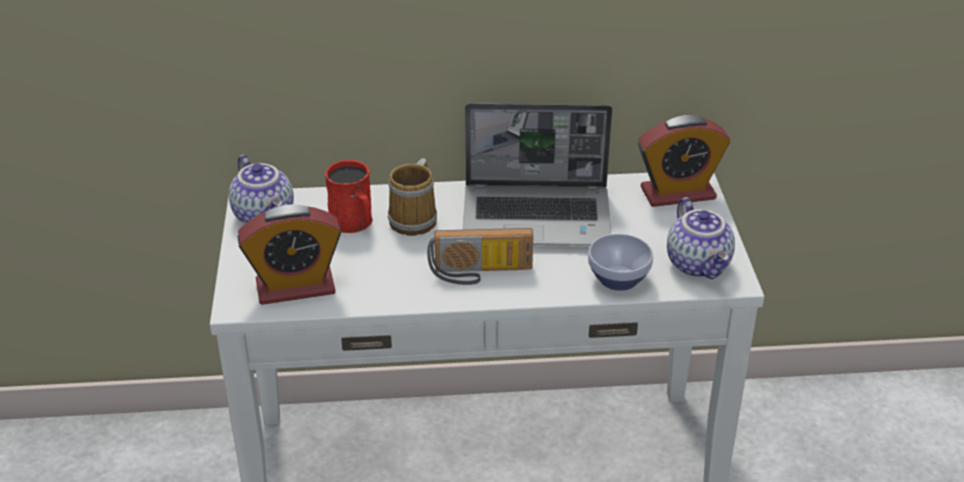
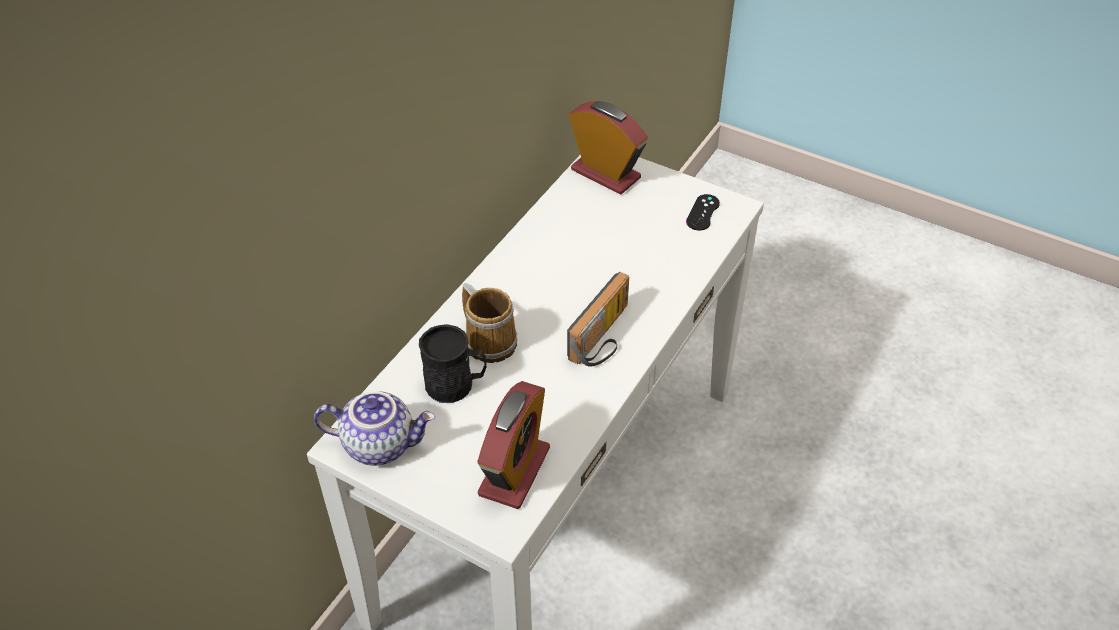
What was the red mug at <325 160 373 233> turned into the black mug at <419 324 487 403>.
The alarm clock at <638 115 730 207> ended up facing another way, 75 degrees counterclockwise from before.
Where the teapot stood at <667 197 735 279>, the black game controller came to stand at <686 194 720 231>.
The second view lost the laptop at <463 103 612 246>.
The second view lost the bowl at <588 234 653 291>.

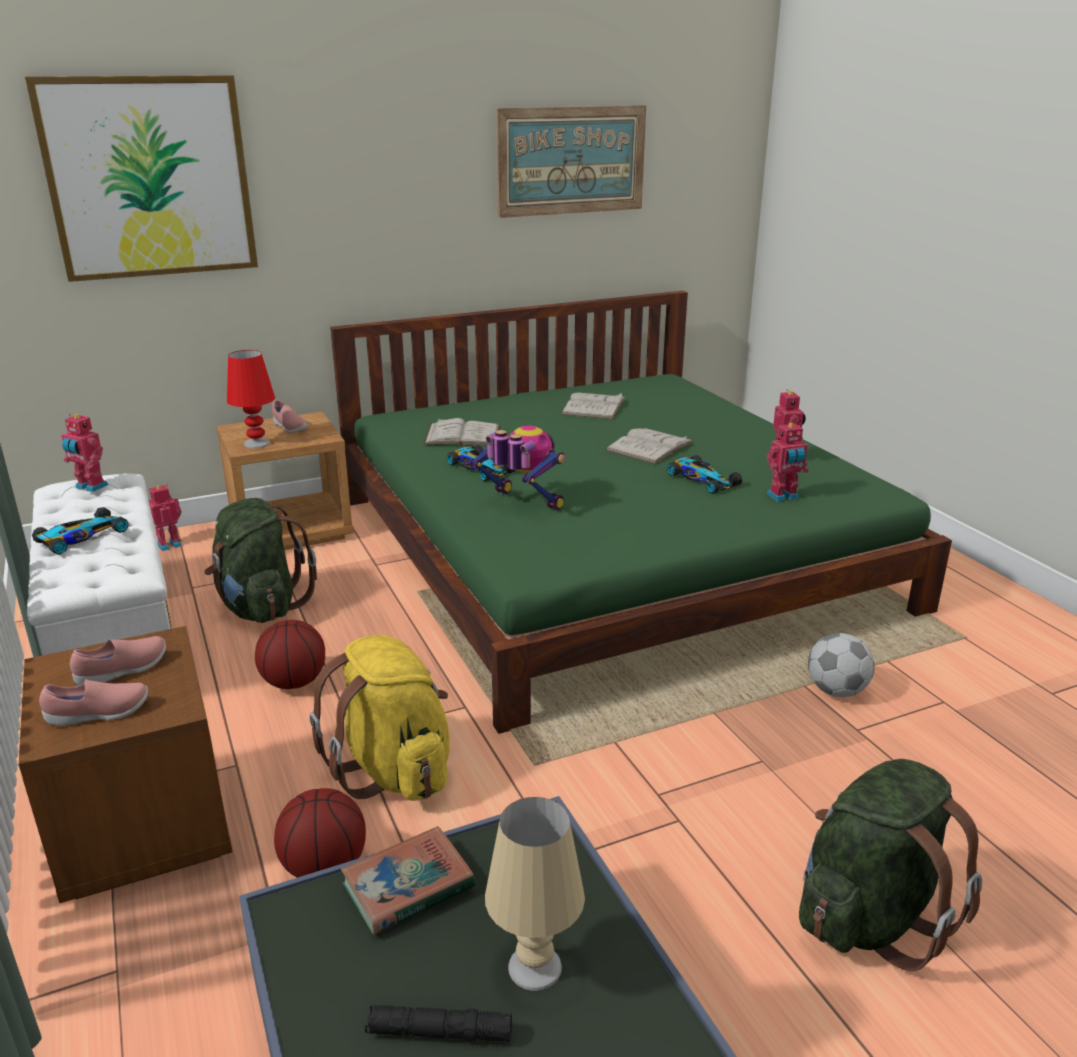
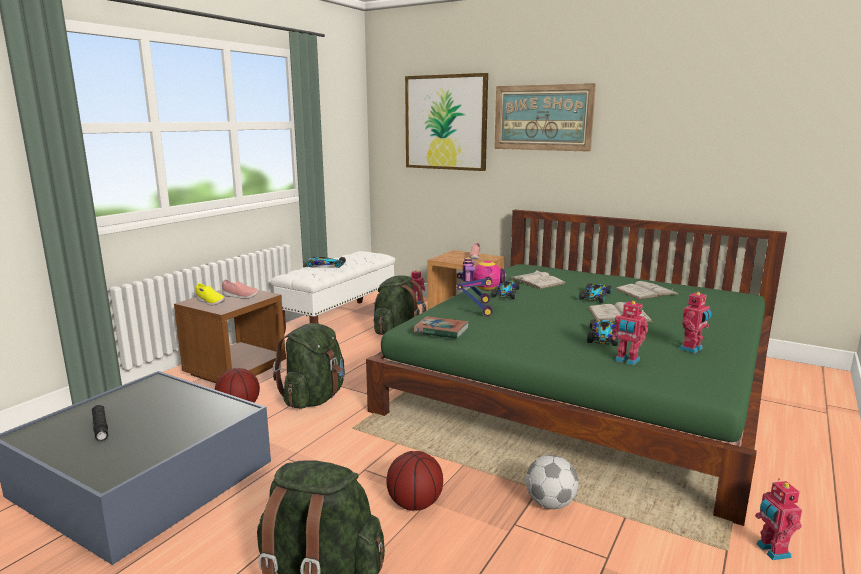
What was the pink shoe at <39 680 148 726> turned into the yellow shoe at <196 283 225 305>.
What was the yellow backpack at <309 635 449 801> turned into the green backpack at <273 323 345 409>.
The basketball ended up elsewhere, having gone from <255 620 325 689> to <387 451 443 511>.
The book ended up elsewhere, having gone from <341 826 475 935> to <414 316 469 339>.
The picture ended up elsewhere, having gone from <496 105 646 218> to <494 83 596 152>.
The second view gained the toy car at <579 283 612 303>.
The toy robot ended up elsewhere, having gone from <61 414 109 492> to <755 478 802 560>.
The second view lost the red table lamp at <227 350 275 448>.
The second view lost the beige table lamp at <485 797 585 991>.

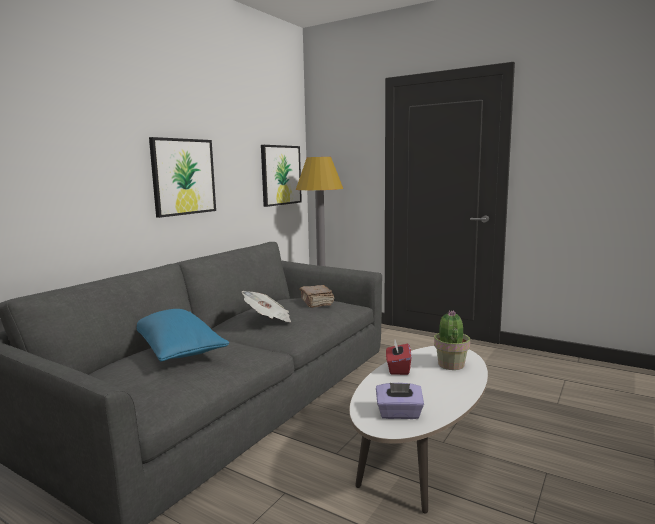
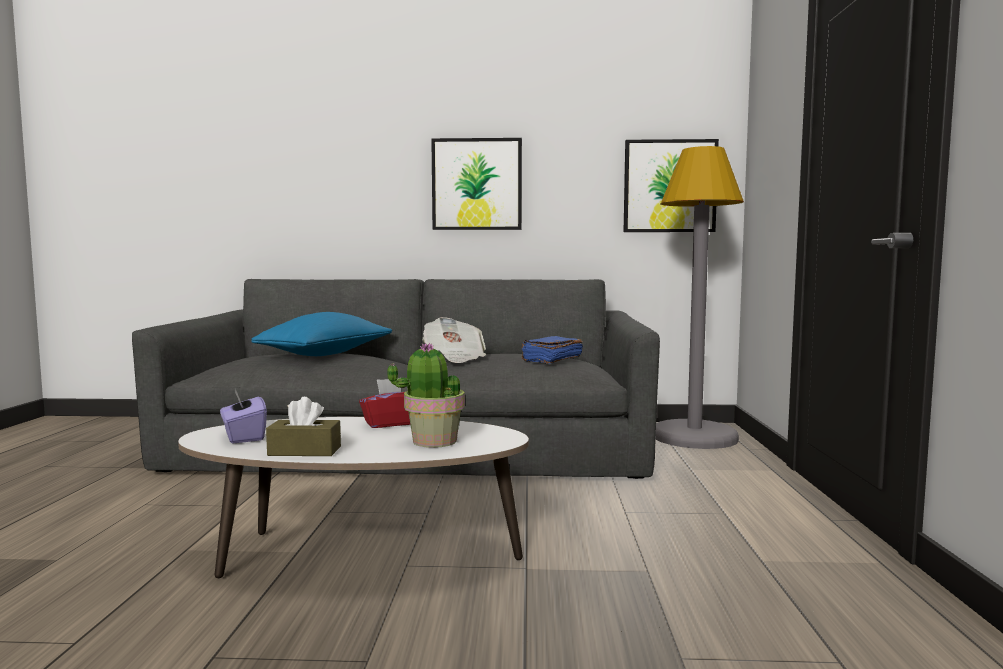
The second view gained the brown tissue box at <266 397 341 456>.
What was the brown book at <299 285 334 308> turned into the blue book at <521 336 583 364>.

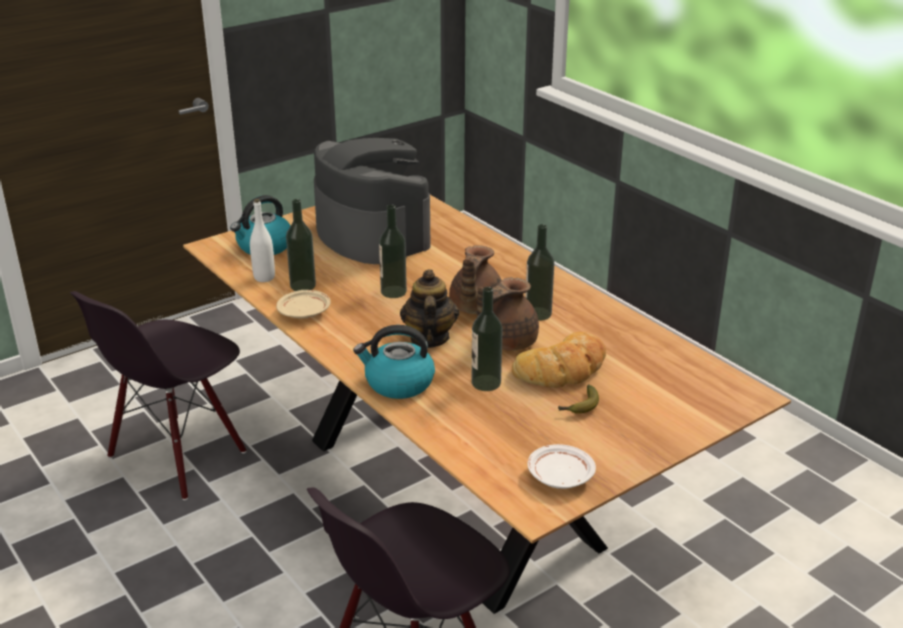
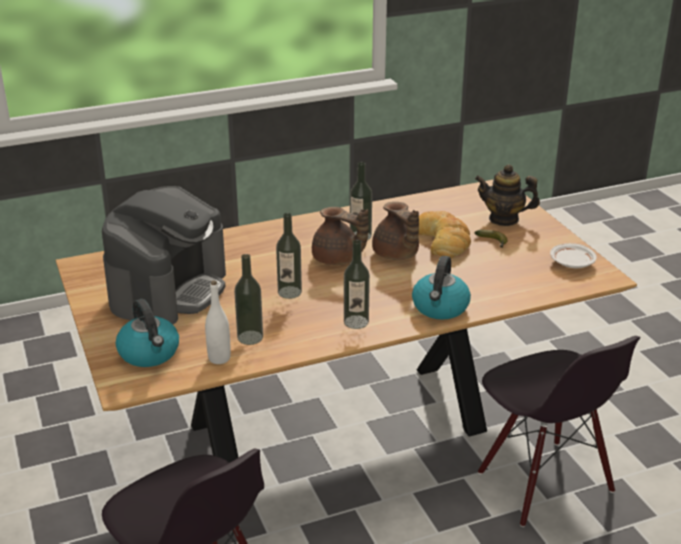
The coffee machine at <314 138 431 264> ended up facing another way, 135 degrees clockwise from before.
The bottle ended up elsewhere, having gone from <472 287 503 391> to <344 240 370 329>.
The teapot ended up elsewhere, having gone from <400 269 459 348> to <475 165 540 226>.
The second view lost the beige plate at <276 290 331 319>.

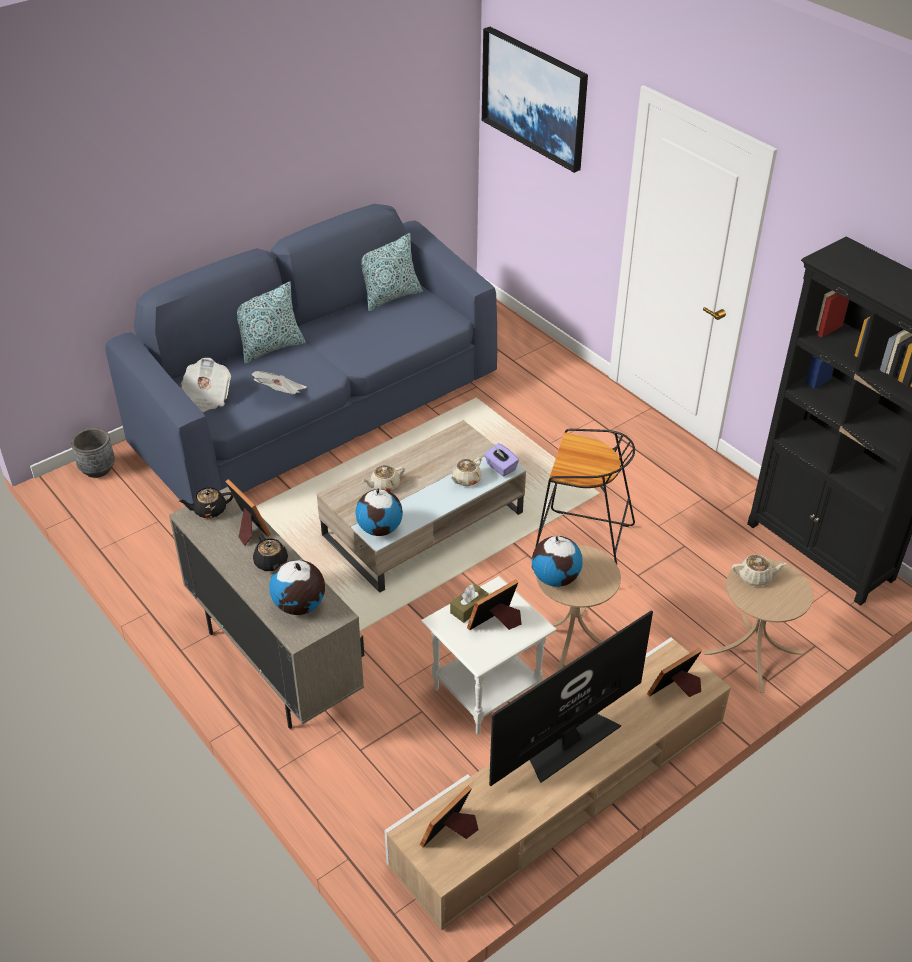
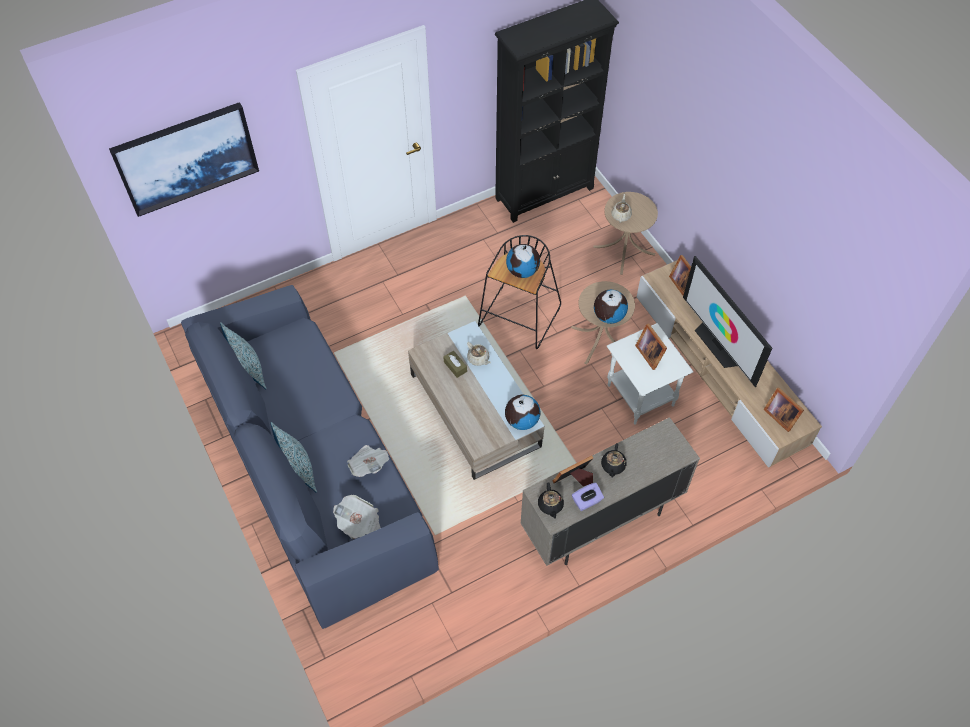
The brown tissue box ended up elsewhere, having gone from <450 584 489 623> to <444 351 467 378>.
The globe ended up elsewhere, having gone from <269 560 325 615> to <506 244 540 278>.
The purple tissue box ended up elsewhere, having gone from <484 443 519 476> to <572 482 604 511>.
The black teapot at <253 534 288 571> ended up facing another way, 120 degrees clockwise from before.
The second view lost the grey planter at <71 428 115 478>.
The second view lost the beige teapot at <362 465 405 492>.

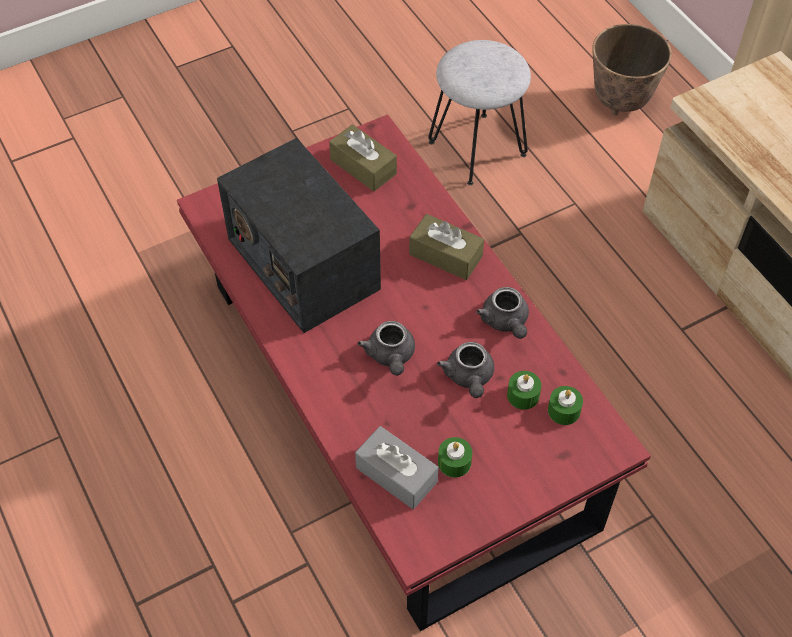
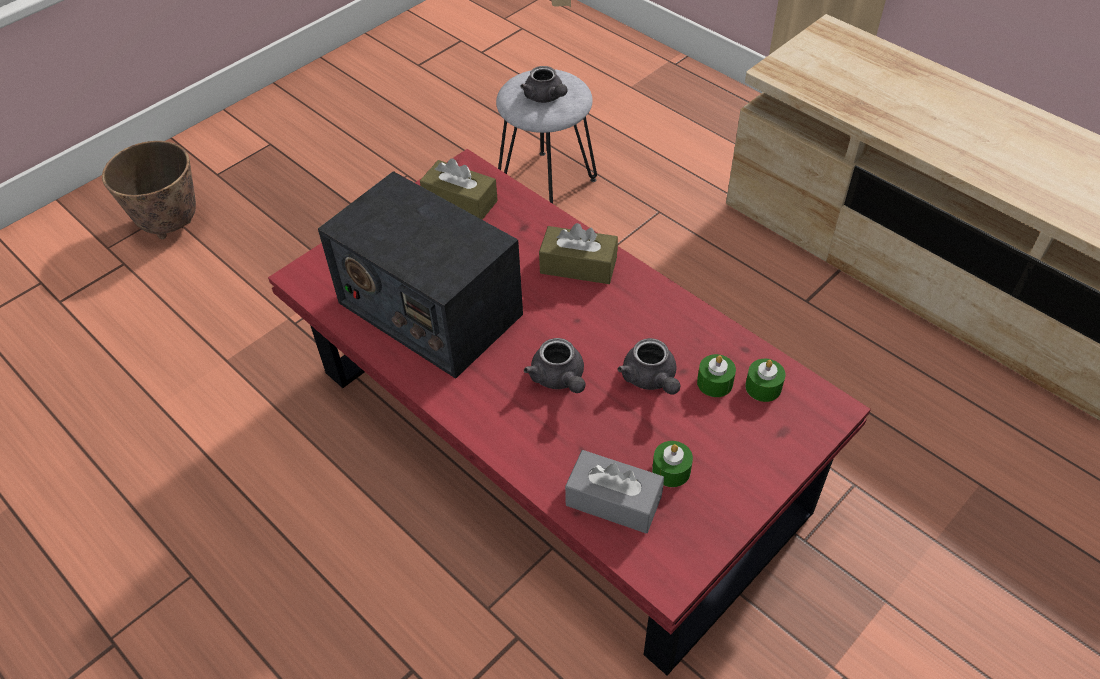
The planter ended up elsewhere, having gone from <592 24 672 115> to <102 141 196 239>.
The grey teapot ended up elsewhere, having gone from <476 287 529 339> to <520 66 567 103>.

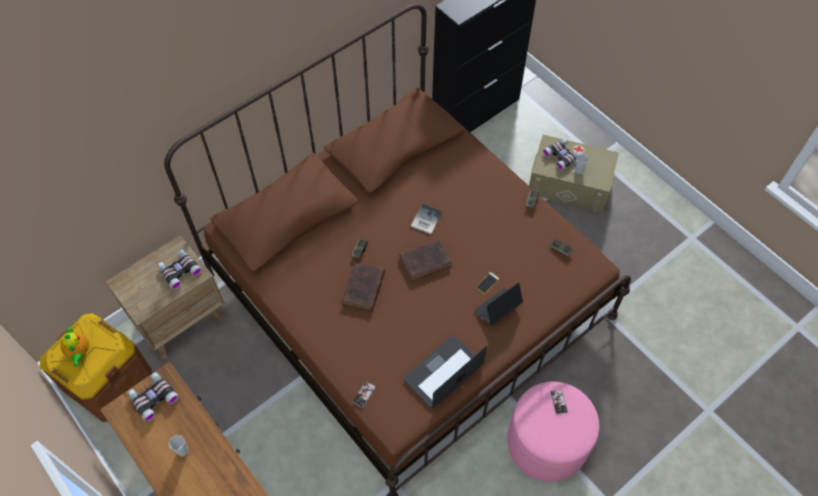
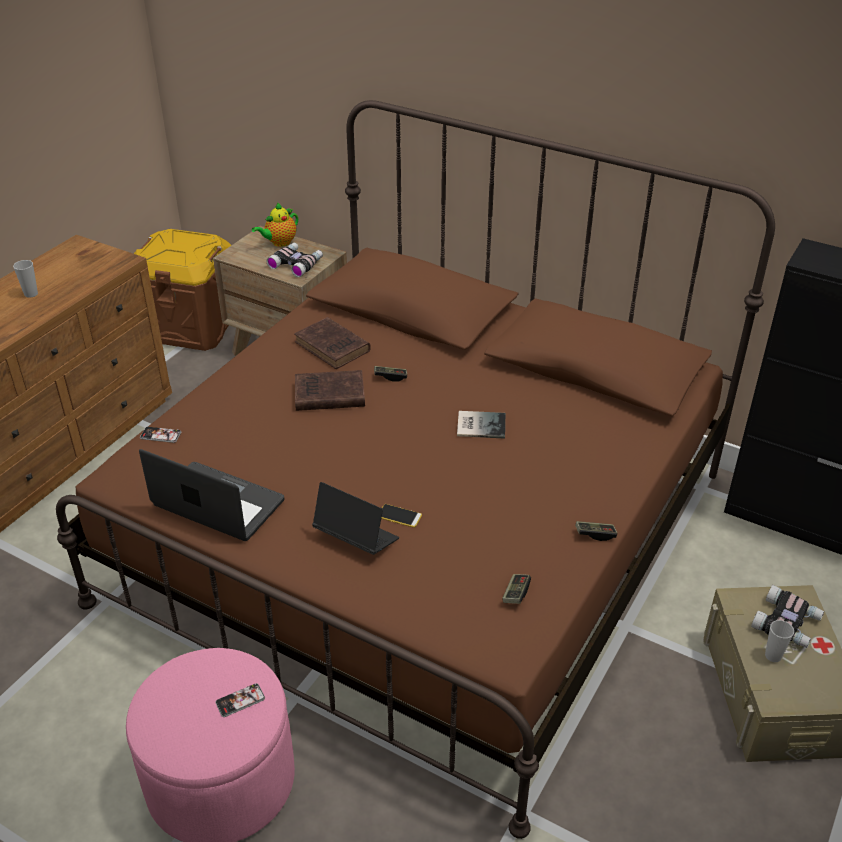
The teapot ended up elsewhere, having gone from <61 327 89 367> to <252 203 298 247>.
The brown book ended up elsewhere, having gone from <399 239 453 282> to <294 317 371 369>.
The second view lost the binoculars at <127 372 179 422>.

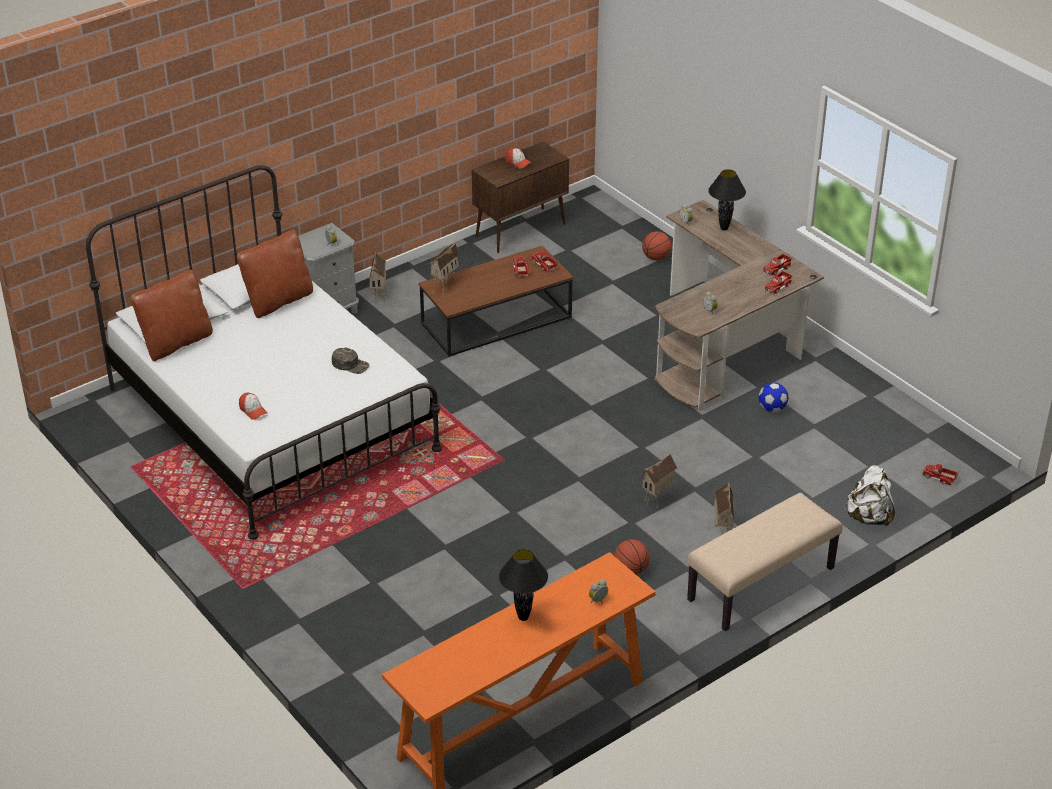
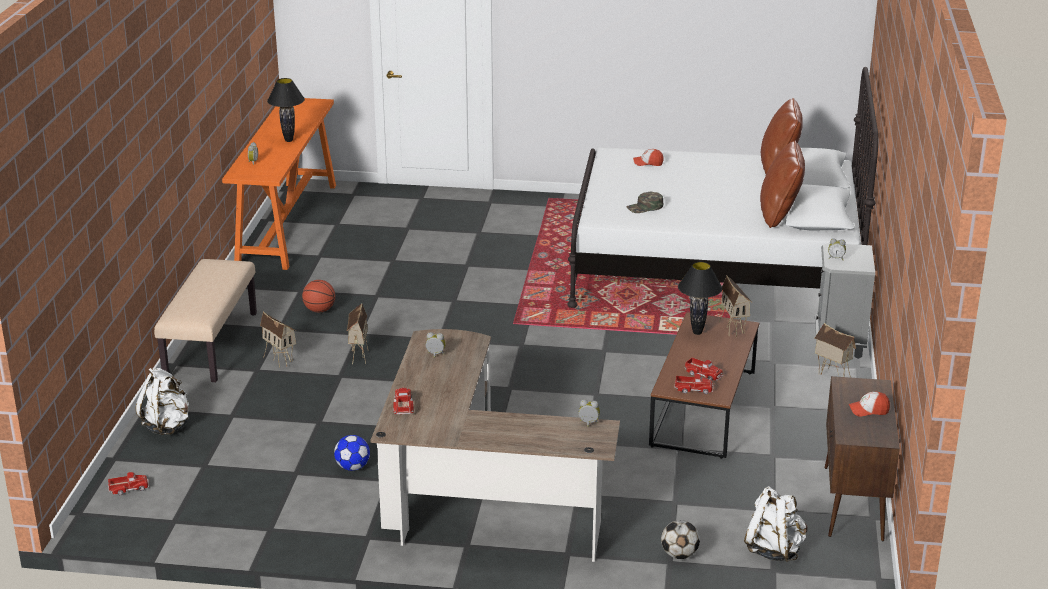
Where the basketball stood at <642 231 671 261>, the football came to stand at <661 520 700 559>.
The black table lamp ended up elsewhere, having gone from <708 169 746 230> to <678 262 722 335>.
The second view gained the white backpack at <744 486 808 562>.
The second view lost the toy truck at <763 254 792 276>.

